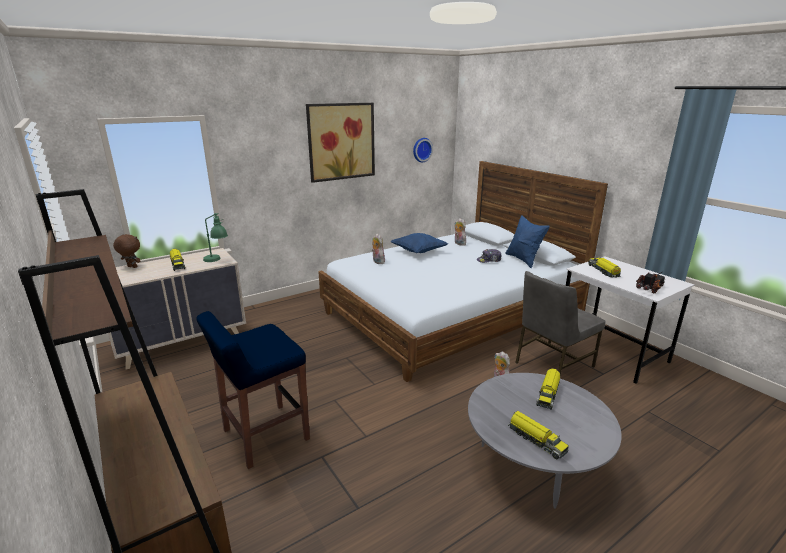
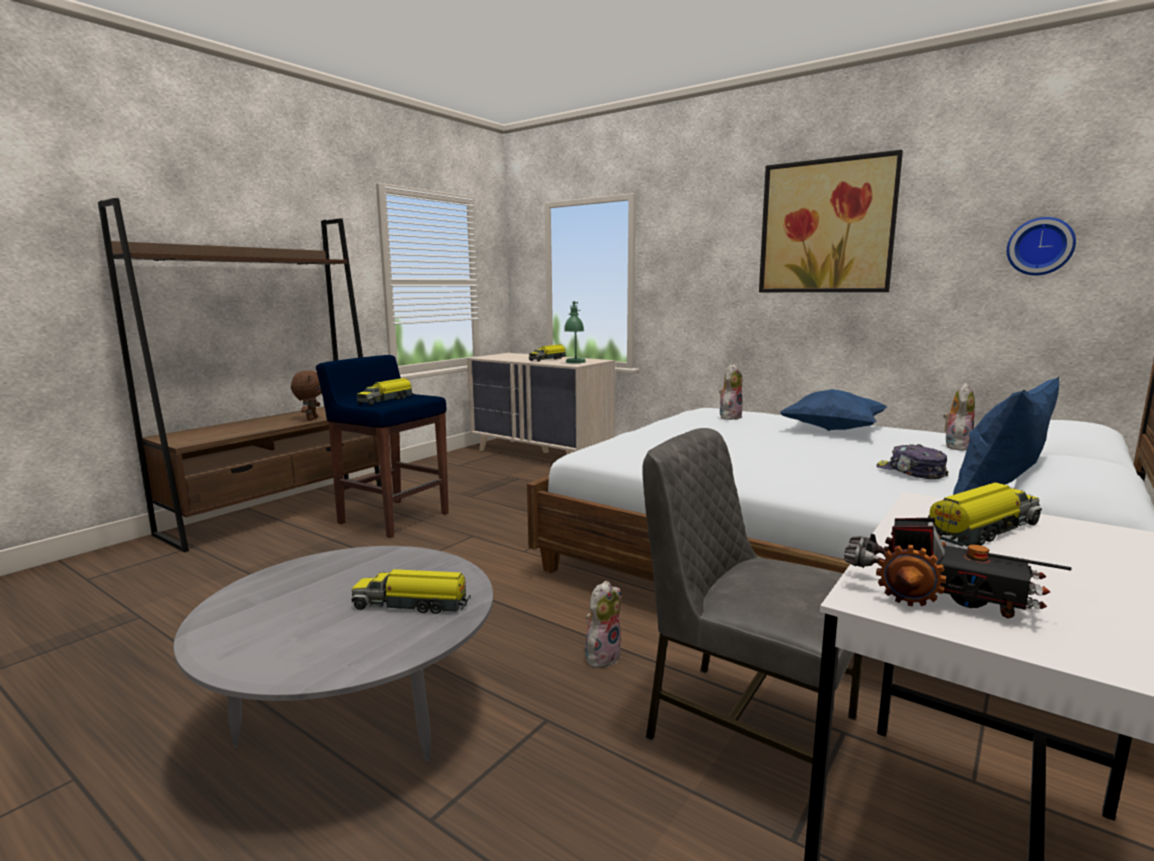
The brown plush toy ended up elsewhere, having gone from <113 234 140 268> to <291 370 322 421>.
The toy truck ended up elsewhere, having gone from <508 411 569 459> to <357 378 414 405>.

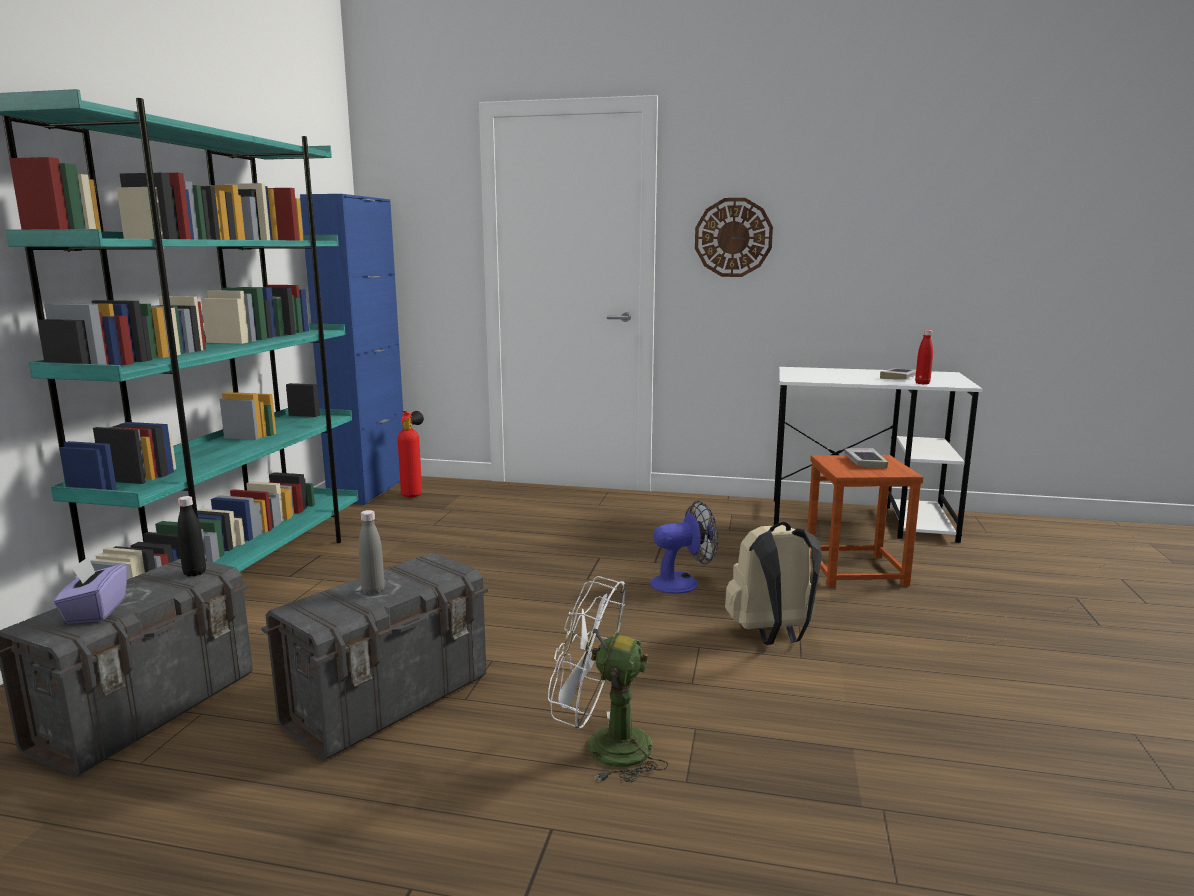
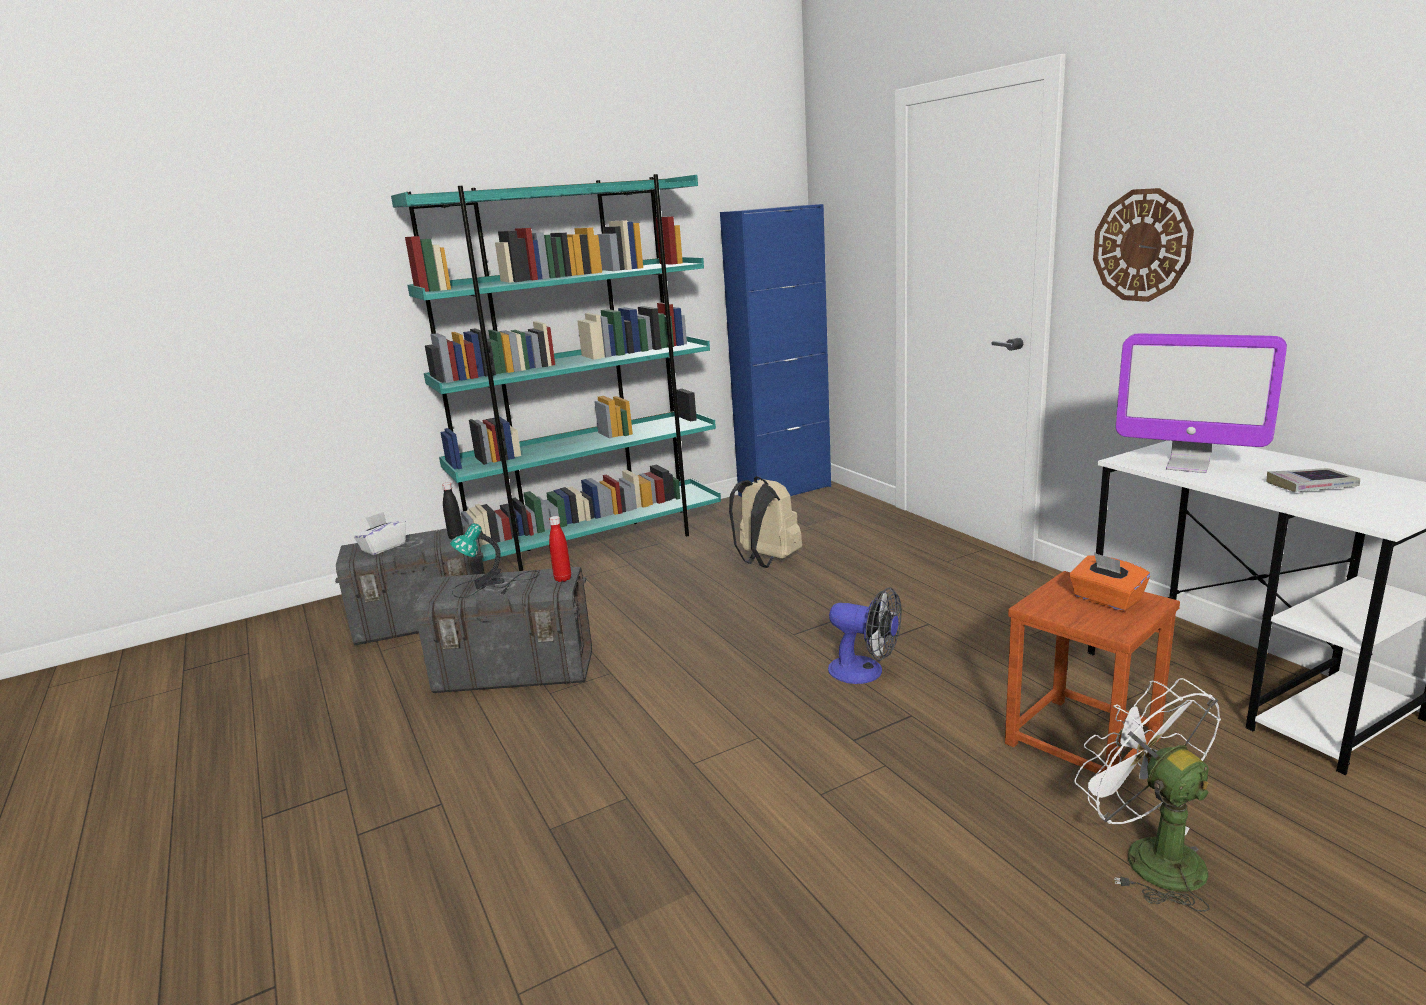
What was the purple tissue box at <53 556 127 623> turned into the white tissue box at <354 512 406 555>.
Where the grey bottle stood at <358 510 385 595>, the table lamp came to stand at <450 523 540 598>.
The red bottle ended up elsewhere, having gone from <915 330 933 384> to <549 516 571 582>.
The beige backpack ended up elsewhere, having gone from <725 522 822 645> to <729 476 802 568>.
Where the book stood at <844 448 888 468>, the orange tissue box came to stand at <1069 552 1150 611>.
The white fan ended up elsewhere, having gone from <548 576 669 783> to <1075 678 1221 912>.
The second view gained the monitor at <1116 334 1287 473>.
The second view lost the fire extinguisher at <398 411 424 497>.

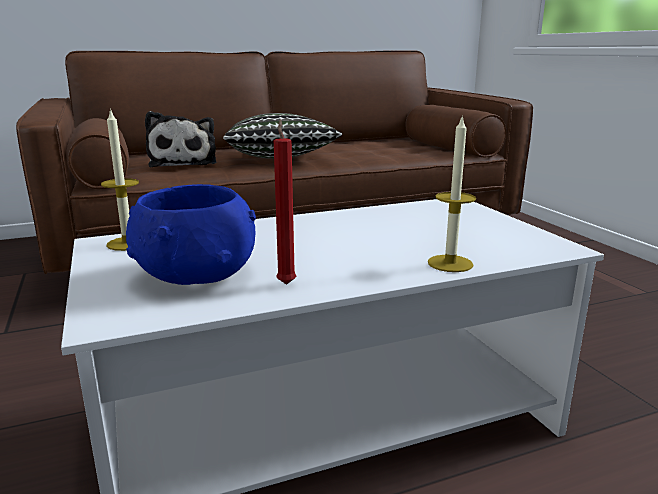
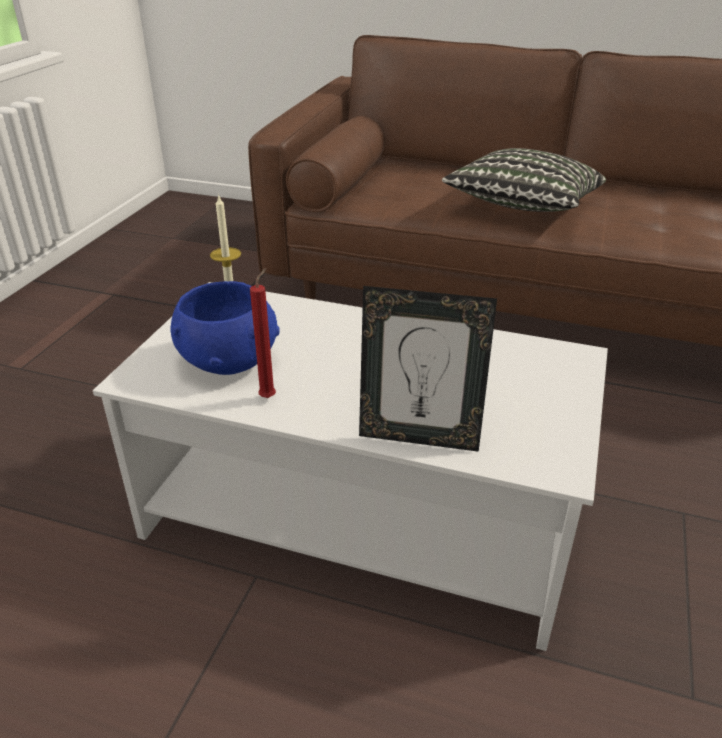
Where the candle stood at <428 115 476 272>, the picture frame came to stand at <359 286 497 452>.
The second view lost the plush toy at <145 111 216 167>.

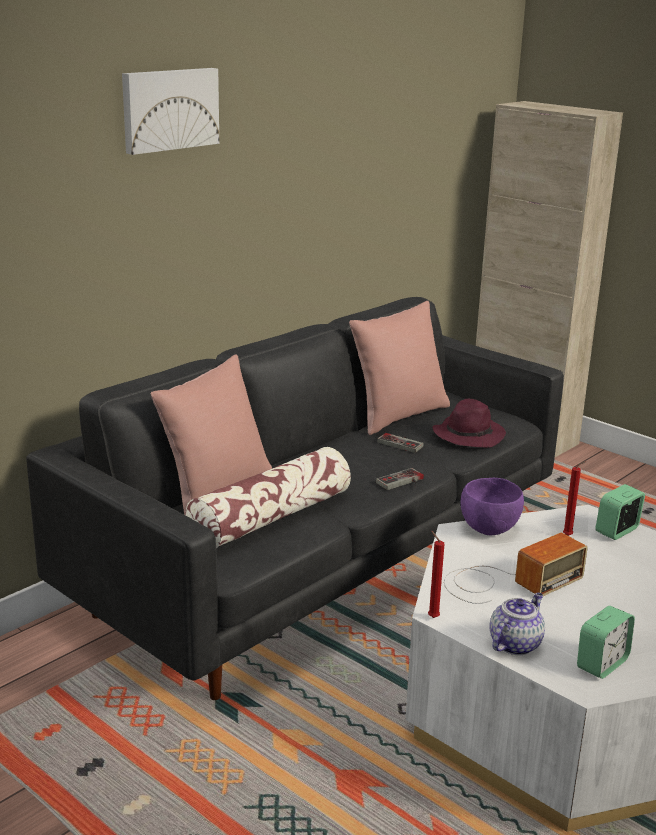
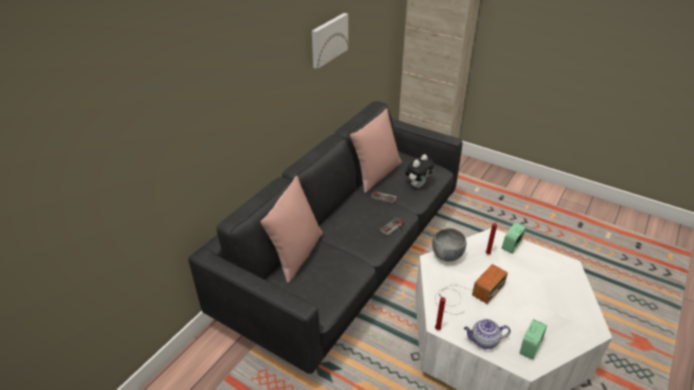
The picture ended up elsewhere, having gone from <122 68 219 155> to <312 13 348 69>.
Where the purple hat stood at <432 399 506 448>, the plush toy came to stand at <405 154 434 188>.
What was the purple bowl at <461 478 524 535> turned into the grey bowl at <432 228 466 262>.
The teapot at <489 593 545 655> ended up facing another way, 120 degrees counterclockwise from before.
The second view lost the pillow at <185 447 351 548>.

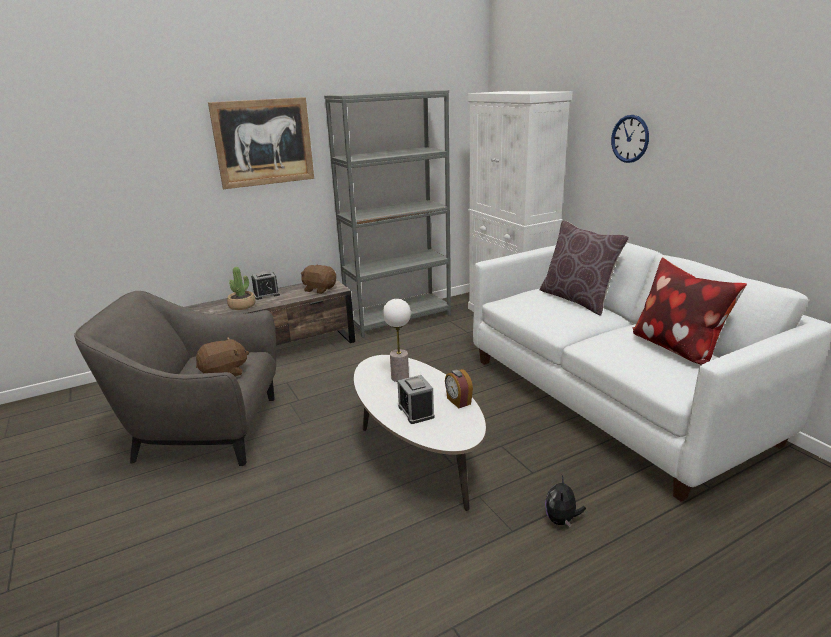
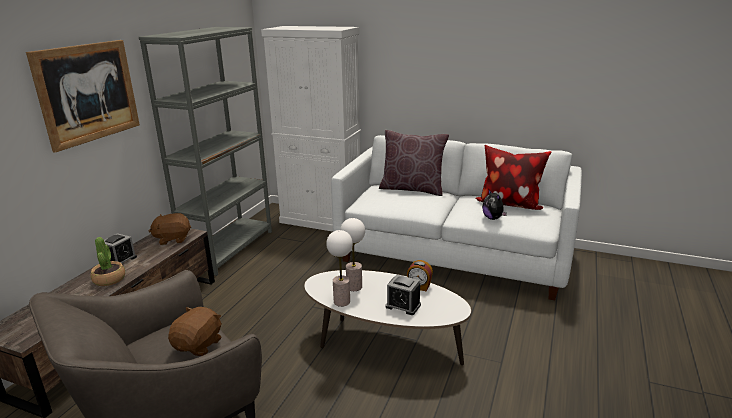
The second view gained the table lamp at <326 230 353 307>.
The plush toy ended up elsewhere, having gone from <545 475 586 528> to <482 190 507 220>.
The second view lost the wall clock at <611 115 649 163>.

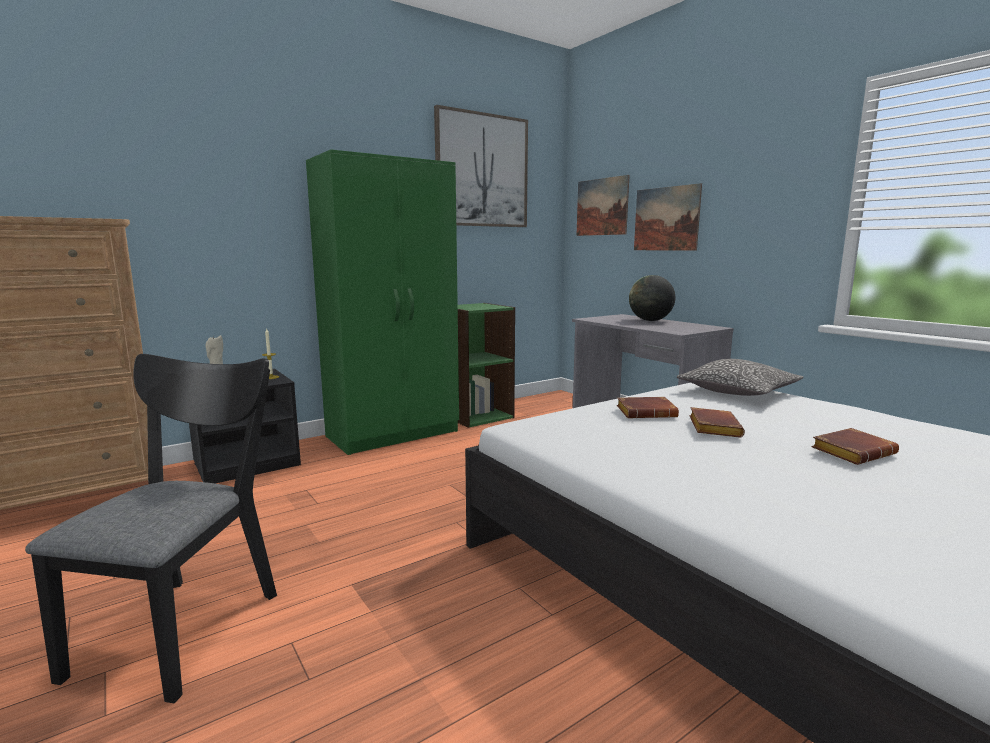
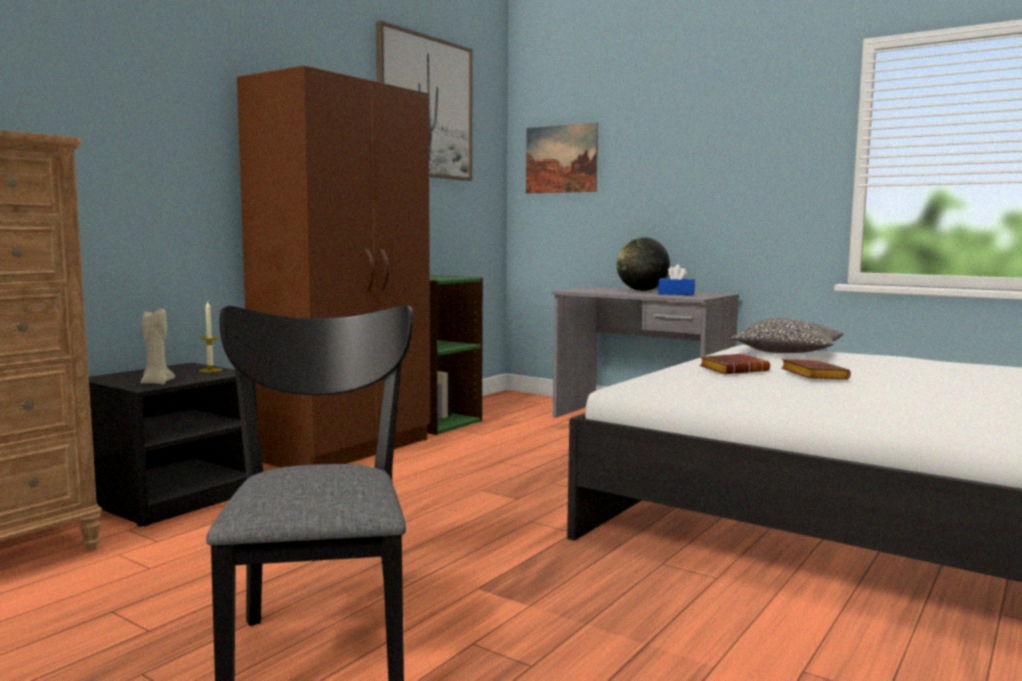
What was the green wardrobe at <306 149 459 455> turned into the brown wardrobe at <237 66 430 468>.
The second view gained the blue tissue box at <658 264 695 295>.
The second view lost the picture at <634 183 702 251>.
The second view lost the brown book at <811 428 899 465>.

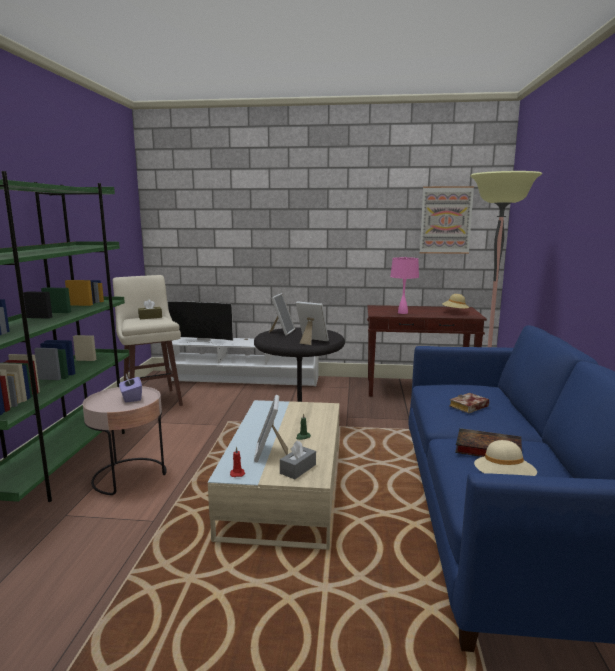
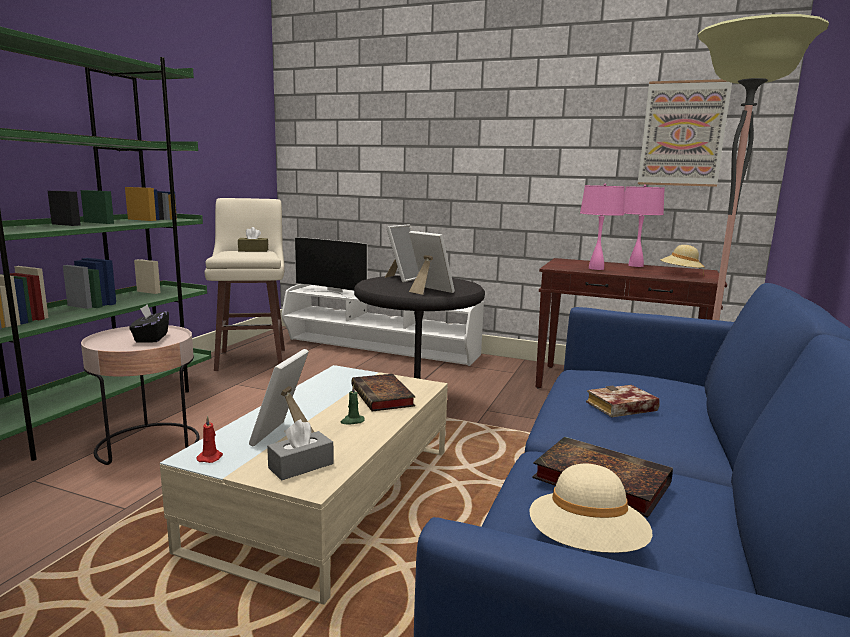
What was the purple tissue box at <119 374 142 403> turned into the black tissue box at <129 304 169 343>.
The second view gained the book at <351 374 416 411>.
The second view gained the pink table lamp at <624 185 664 267>.

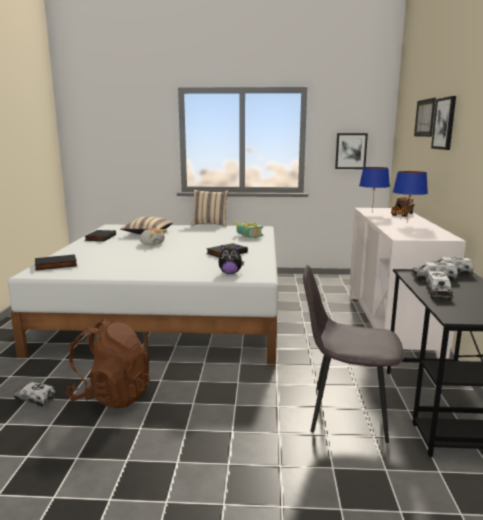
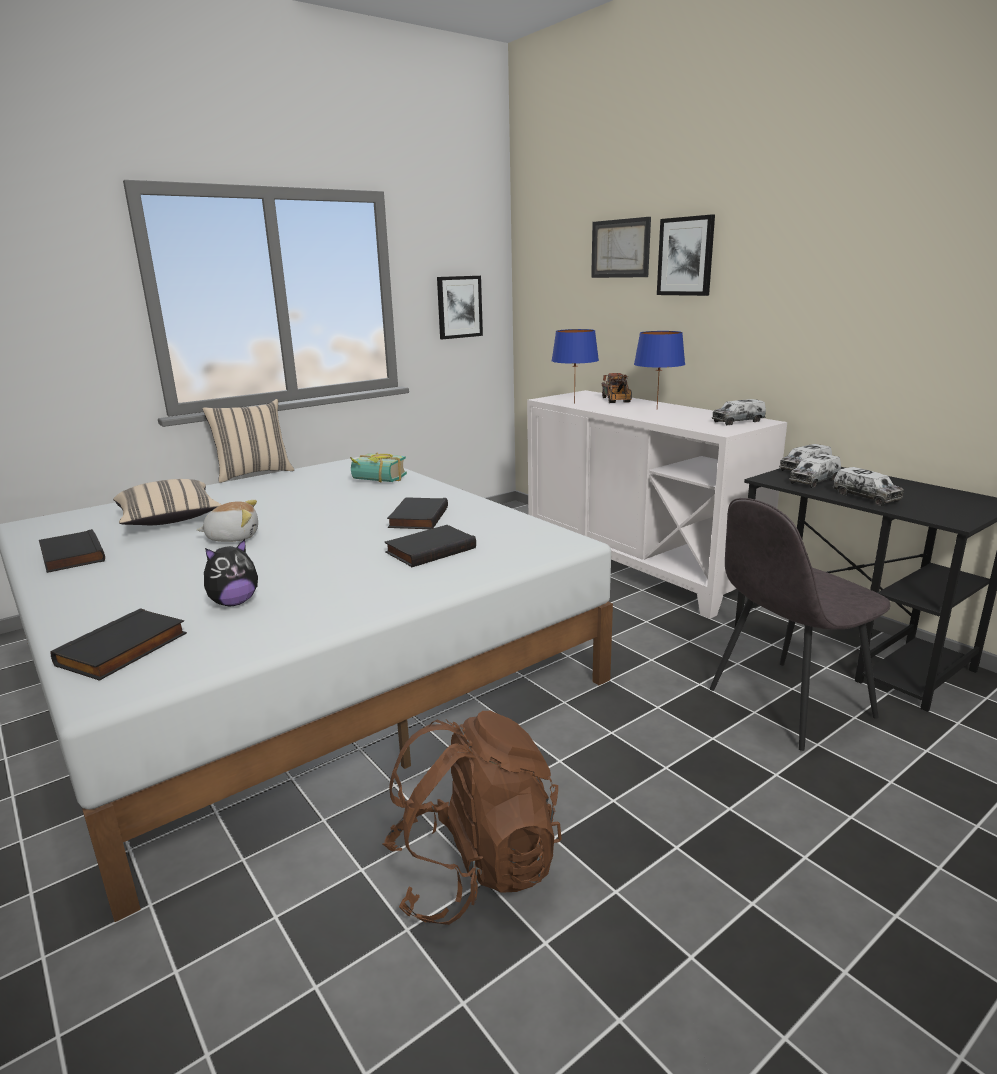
The plush toy ended up elsewhere, having gone from <218 245 244 274> to <204 539 258 606>.
The second view gained the black book at <385 525 476 567>.
The toy truck ended up elsewhere, having gone from <14 382 57 407> to <712 399 766 425>.

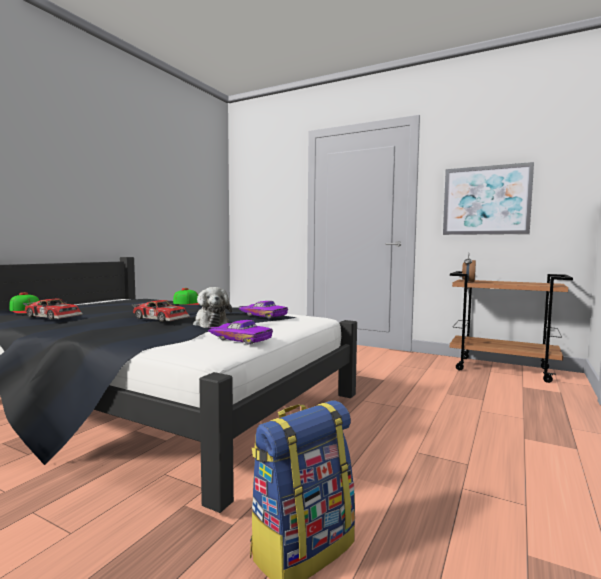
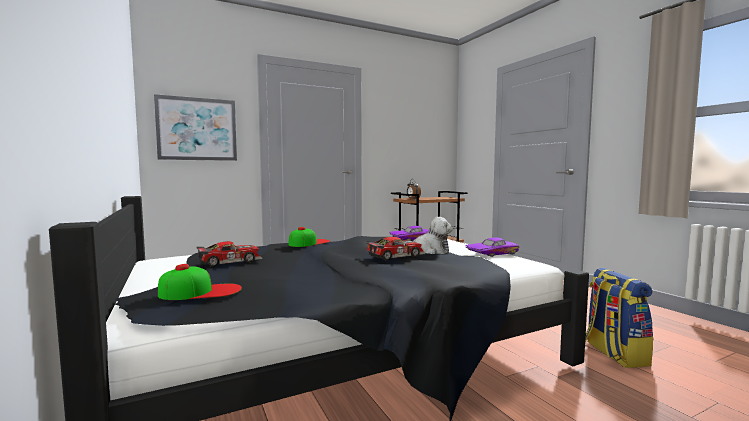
The picture ended up elsewhere, having gone from <443 162 534 235> to <154 94 237 161>.
The toy car ended up elsewhere, having gone from <23 298 83 320> to <197 241 262 267>.

